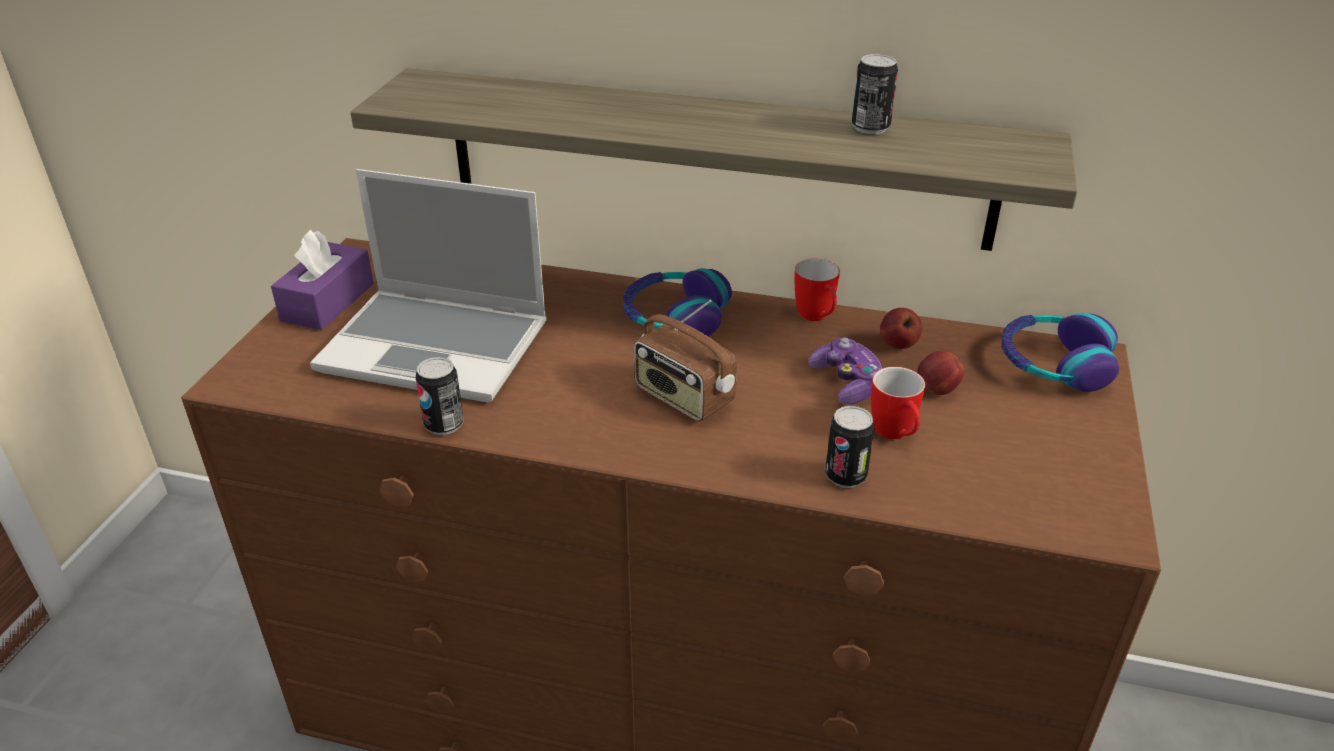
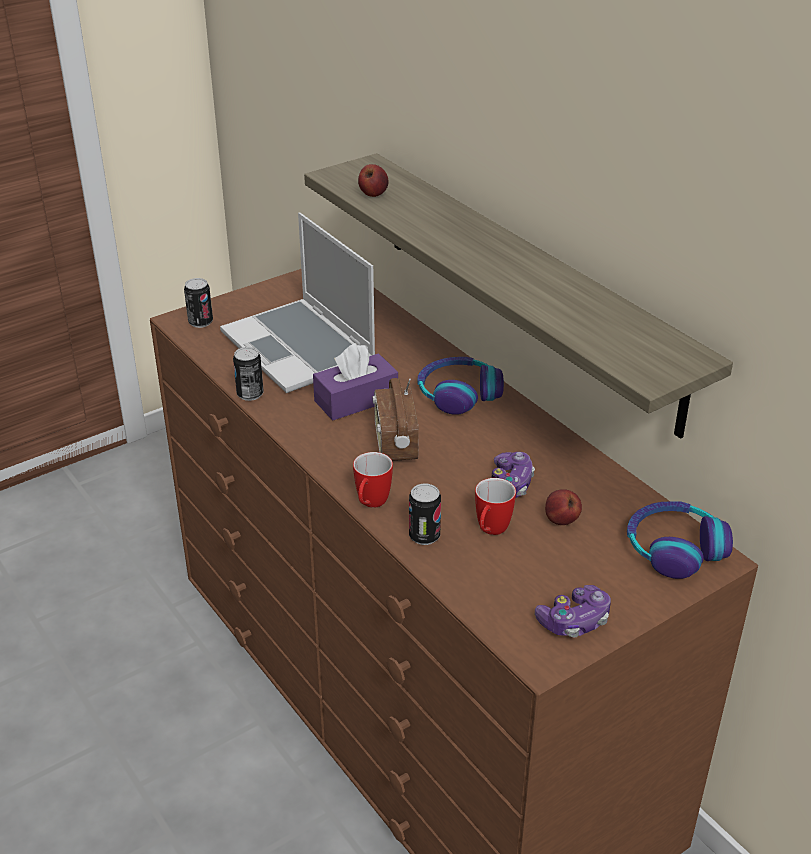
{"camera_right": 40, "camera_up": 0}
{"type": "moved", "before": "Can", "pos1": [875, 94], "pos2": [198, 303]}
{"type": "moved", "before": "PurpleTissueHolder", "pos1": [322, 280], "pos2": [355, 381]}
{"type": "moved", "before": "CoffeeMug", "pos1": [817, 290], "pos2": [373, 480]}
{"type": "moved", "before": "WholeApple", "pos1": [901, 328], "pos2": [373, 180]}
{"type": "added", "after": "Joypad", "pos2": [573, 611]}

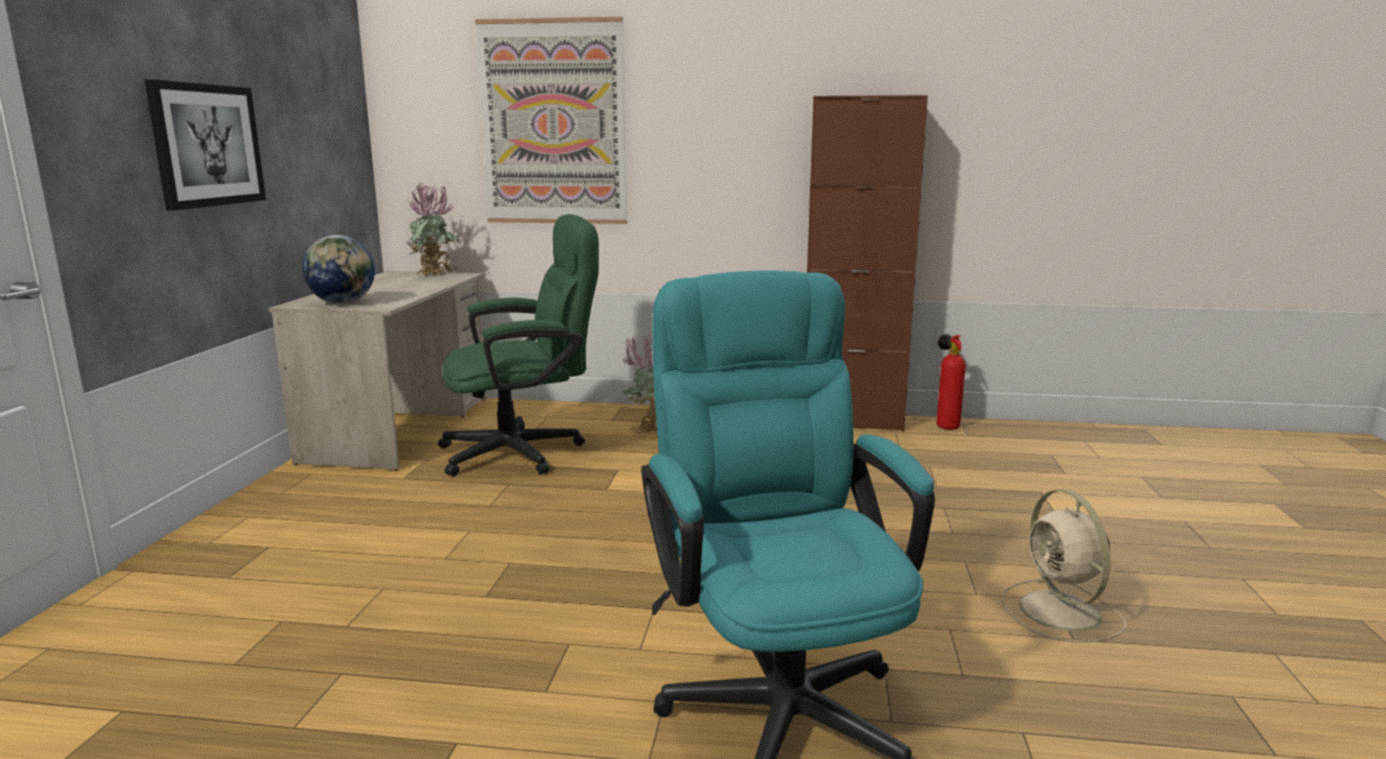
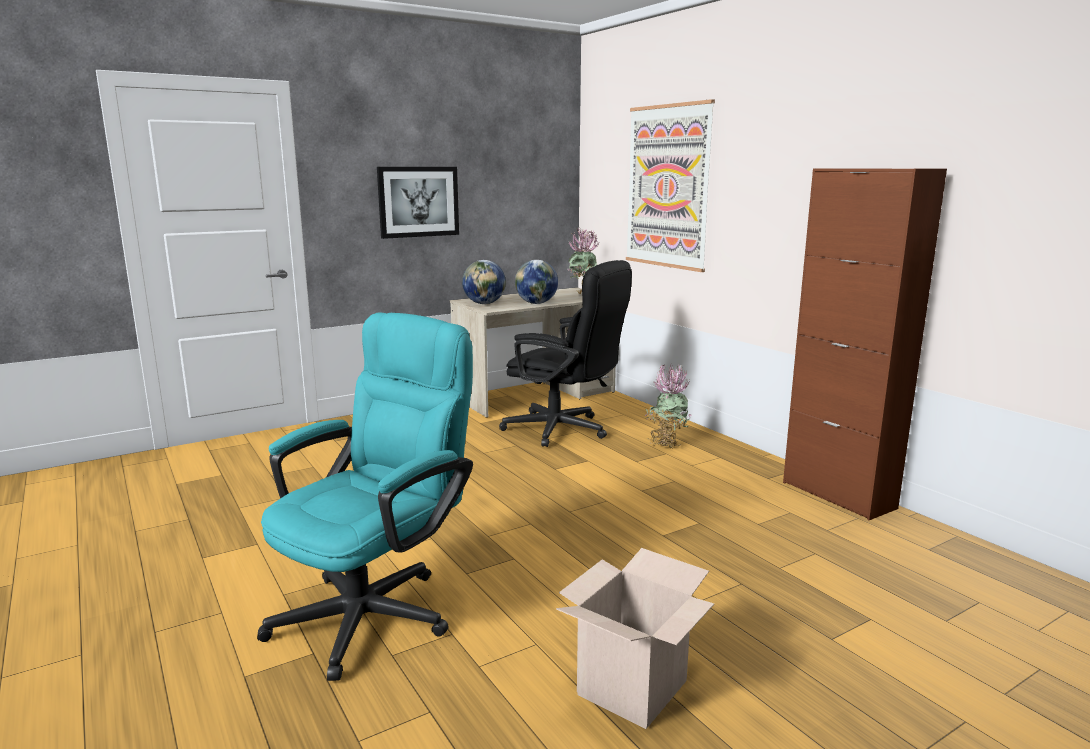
{"camera_right": 50, "camera_up": 0}
{"type": "recoloured", "before": "GreenishDeskChair", "after": "BlackDeskChair", "pos1": [518, 345], "pos2": [565, 353]}
{"type": "added", "after": "Globe", "pos2": [536, 282]}
{"type": "replaced", "before": "BeigeColouredElectricFan", "after": "PackingBox", "pos1": [1063, 566], "pos2": [635, 638]}
{"type": "removed", "before": "FireFightingCylinder", "pos1": [951, 382]}

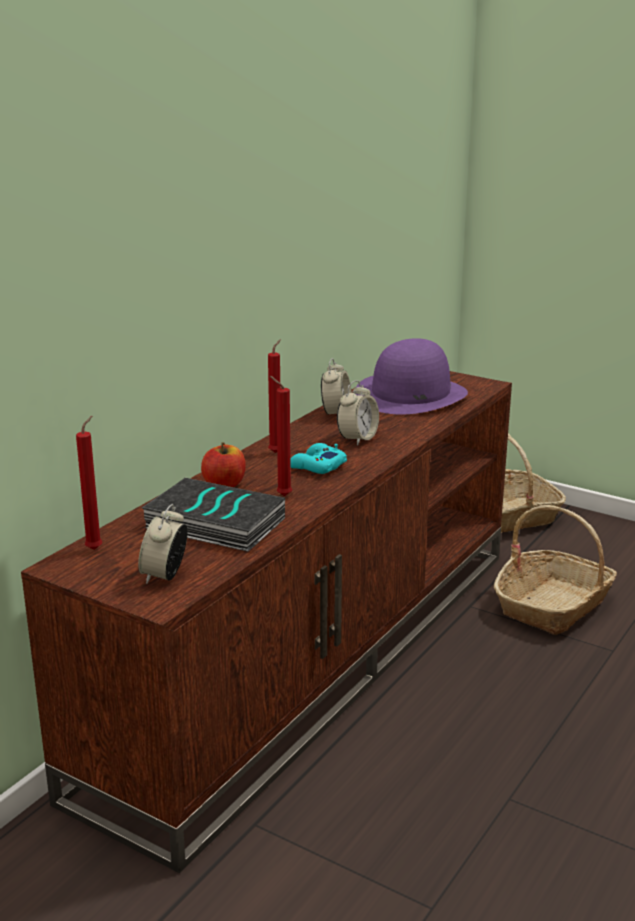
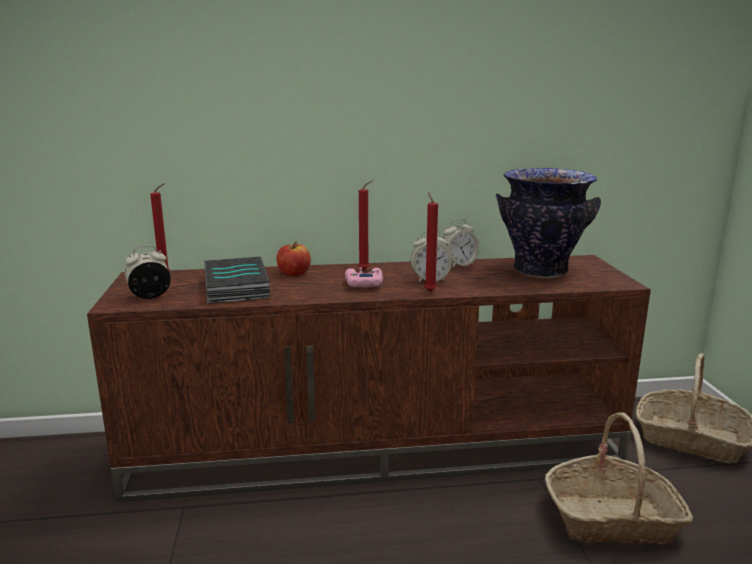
{"camera_right": 50, "camera_up": -5}
{"type": "recoloured", "before": "TurquoiseColouredJoypad", "after": "PinkJoypad", "pos1": [318, 458], "pos2": [364, 277]}
{"type": "moved", "before": "RedColouredWaxLight", "pos1": [281, 436], "pos2": [431, 241]}
{"type": "replaced", "before": "PurpleClothingHat", "after": "DecorativeVase", "pos1": [412, 376], "pos2": [548, 223]}

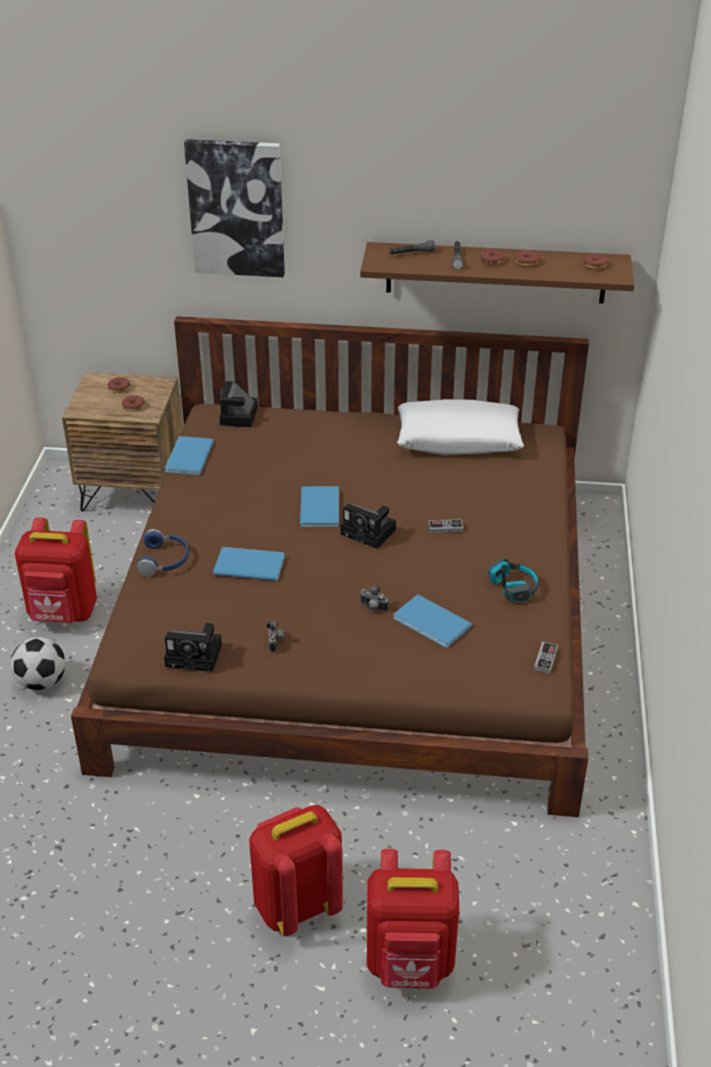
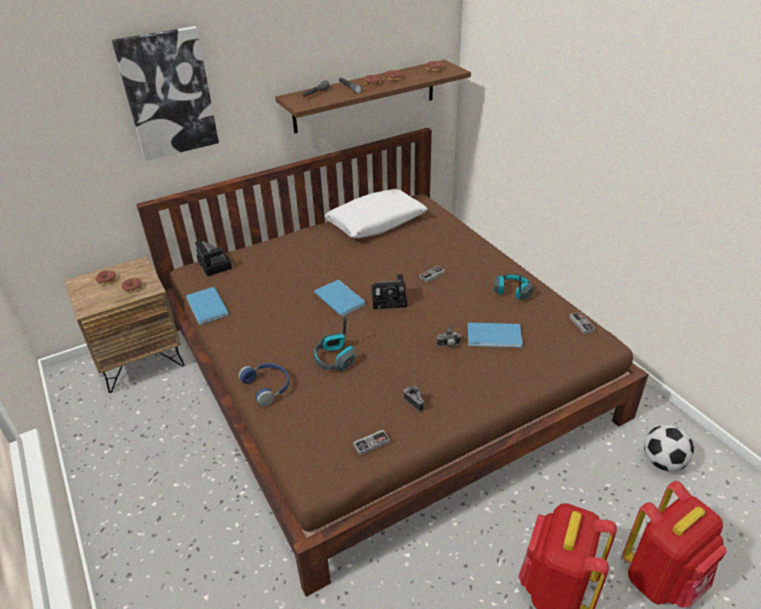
{"camera_right": -35, "camera_up": 0}
{"type": "replaced", "before": "BluishVolume", "after": "Headset", "pos1": [249, 564], "pos2": [334, 343]}
{"type": "replaced", "before": "PhotoCamera", "after": "Joypad", "pos1": [193, 647], "pos2": [371, 442]}
{"type": "moved", "before": "FootballBall", "pos1": [38, 663], "pos2": [669, 448]}
{"type": "removed", "before": "RedColouredRucksack", "pos1": [56, 570]}

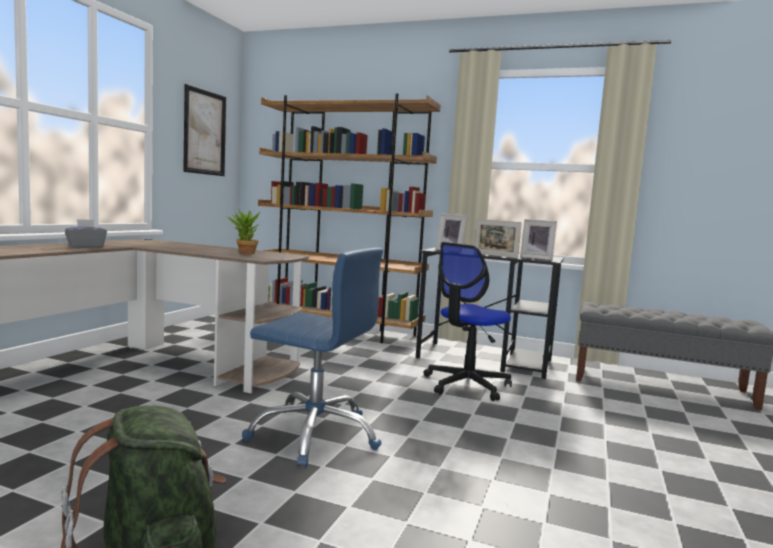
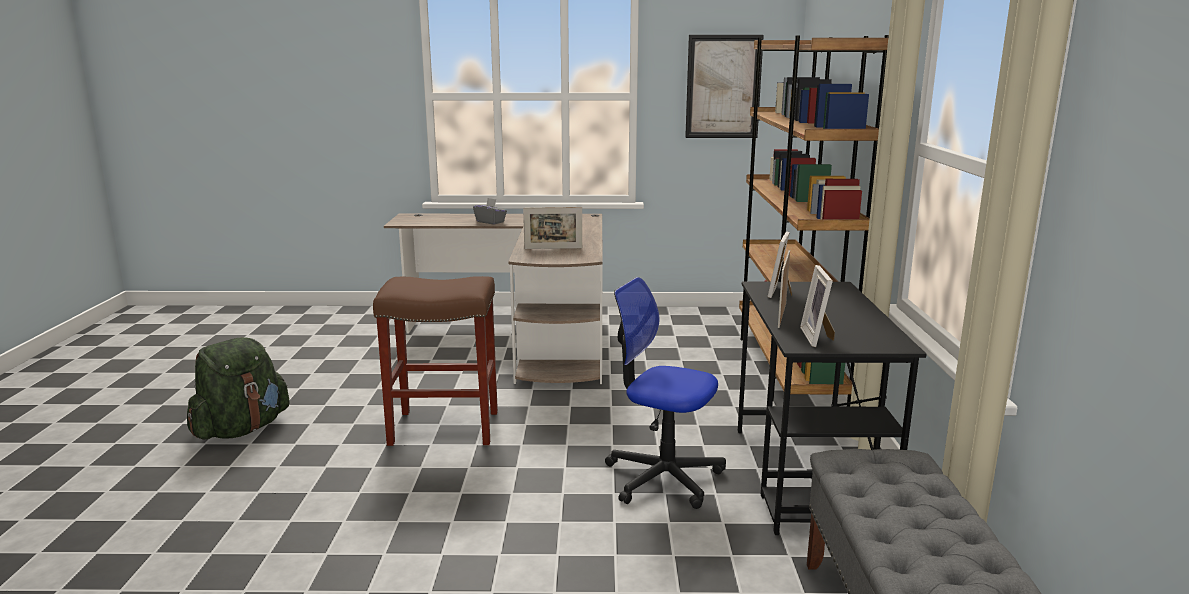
{"camera_right": 70, "camera_up": 10}
{"type": "replaced", "before": "BluishDeskChair", "after": "BrownishStoolSeat", "pos1": [312, 358], "pos2": [435, 361]}
{"type": "replaced", "before": "PlantInAPot", "after": "StandingFrame", "pos1": [244, 232], "pos2": [552, 228]}

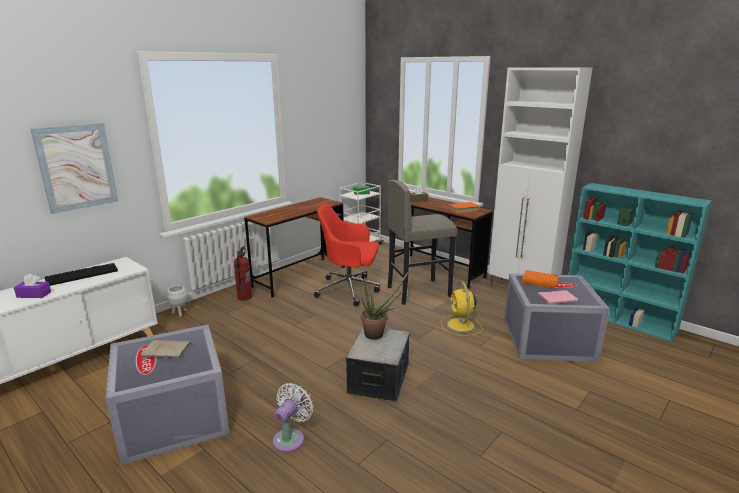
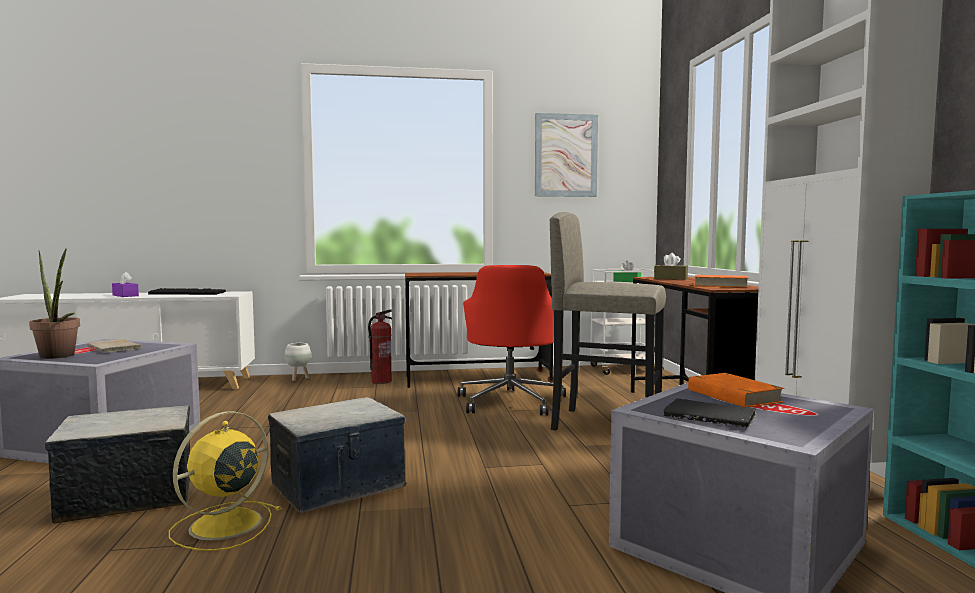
{"camera_right": 40, "camera_up": -15}
{"type": "moved", "before": "PlantInAPot", "pos1": [385, 305], "pos2": [54, 304]}
{"type": "replaced", "before": "WhiteColouredElectricFan", "after": "StorageBox", "pos1": [293, 418], "pos2": [117, 464]}
{"type": "moved", "before": "YellowElectricFan", "pos1": [461, 309], "pos2": [225, 481]}
{"type": "turned", "before": "RedColouredDeskChair", "pos1": [347, 255], "pos2": [512, 340], "turn": -135}
{"type": "moved", "before": "WallPicture", "pos1": [74, 168], "pos2": [566, 155]}
{"type": "recoloured", "before": "PinkVolume", "after": "BlackVolume", "pos1": [557, 297], "pos2": [710, 413]}

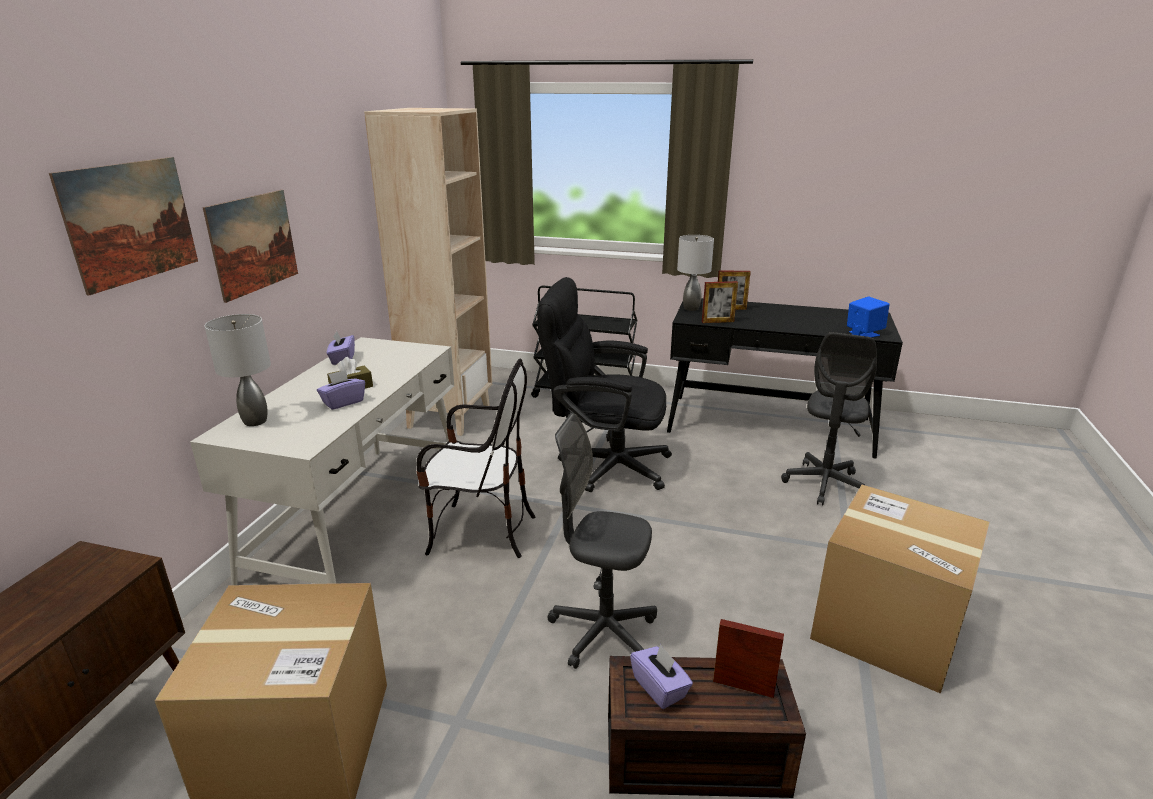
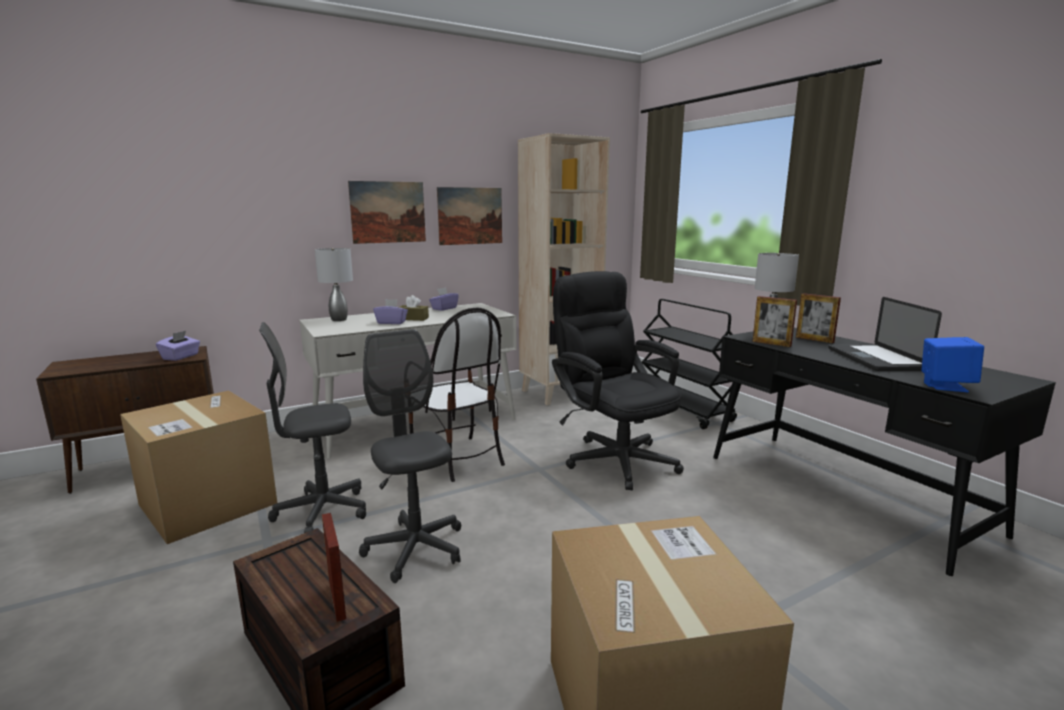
{"camera_right": 45, "camera_up": -10}
{"type": "moved", "before": "PurpleTissueHolder", "pos1": [661, 676], "pos2": [178, 346]}
{"type": "moved", "before": "GrayDeskChair", "pos1": [829, 418], "pos2": [312, 427]}
{"type": "moved", "before": "WallPicture", "pos1": [123, 226], "pos2": [469, 216]}
{"type": "added", "after": "NotebookComputer", "pos2": [885, 334]}

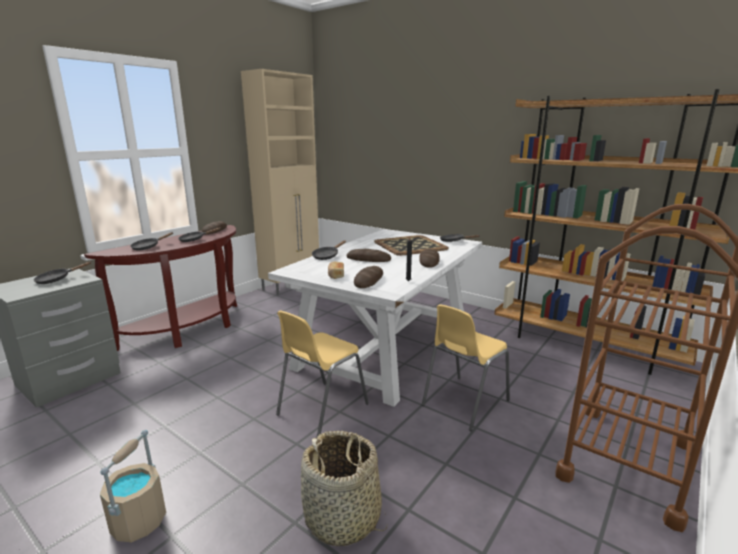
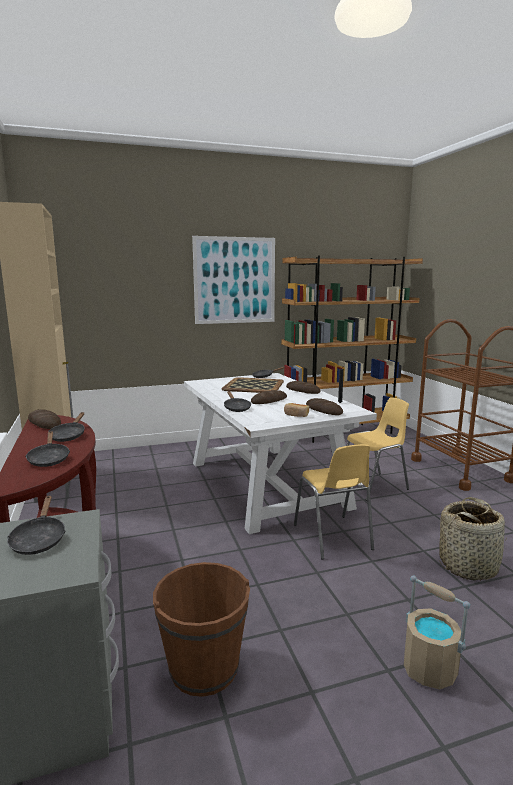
{"camera_right": -55, "camera_up": -5}
{"type": "added", "after": "BrownishPail", "pos2": [201, 629]}
{"type": "added", "after": "WallPicture", "pos2": [233, 280]}
{"type": "turned", "before": "YellowUprightChair", "pos1": [466, 367], "pos2": [377, 449], "turn": -105}

